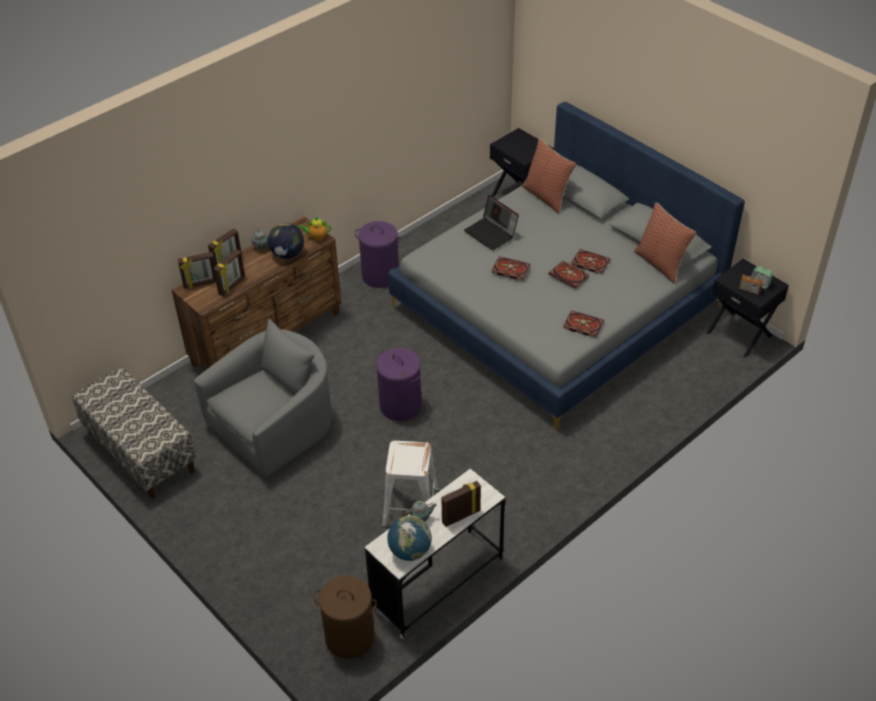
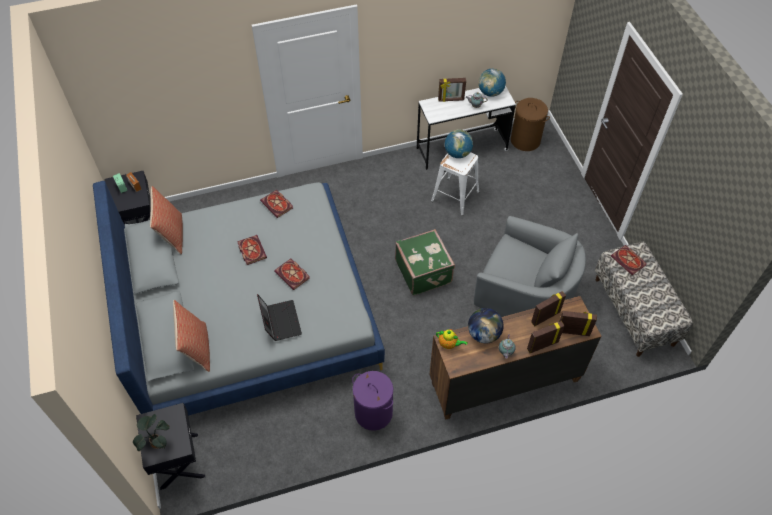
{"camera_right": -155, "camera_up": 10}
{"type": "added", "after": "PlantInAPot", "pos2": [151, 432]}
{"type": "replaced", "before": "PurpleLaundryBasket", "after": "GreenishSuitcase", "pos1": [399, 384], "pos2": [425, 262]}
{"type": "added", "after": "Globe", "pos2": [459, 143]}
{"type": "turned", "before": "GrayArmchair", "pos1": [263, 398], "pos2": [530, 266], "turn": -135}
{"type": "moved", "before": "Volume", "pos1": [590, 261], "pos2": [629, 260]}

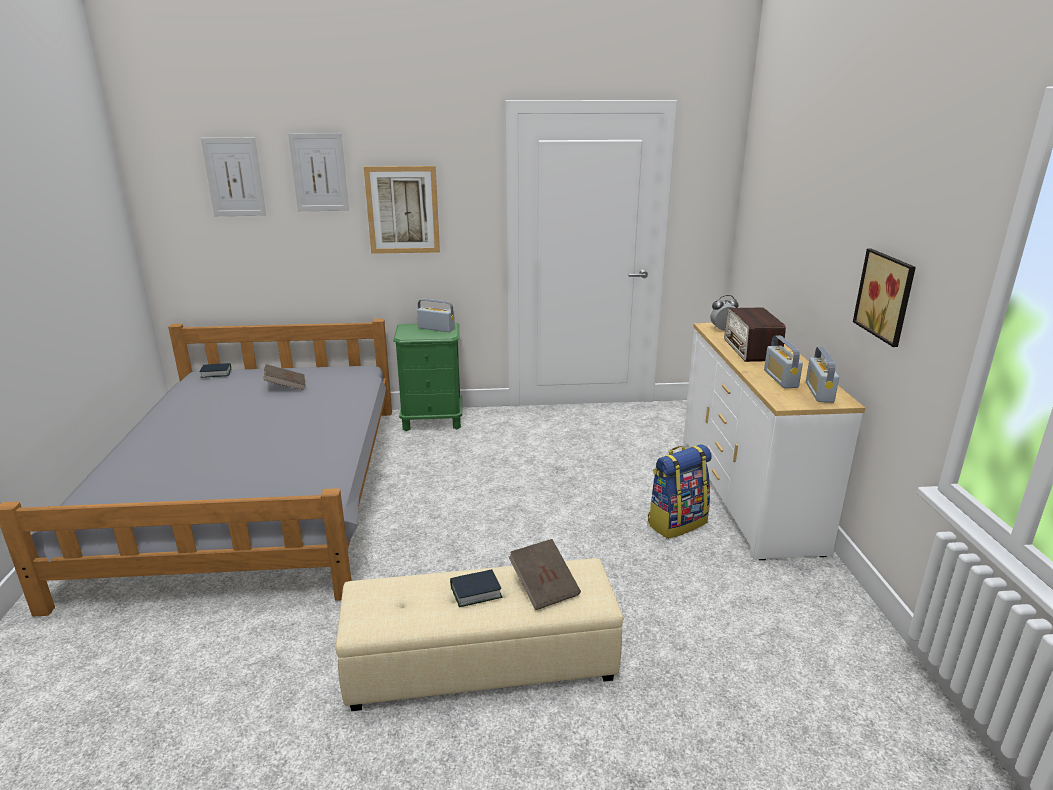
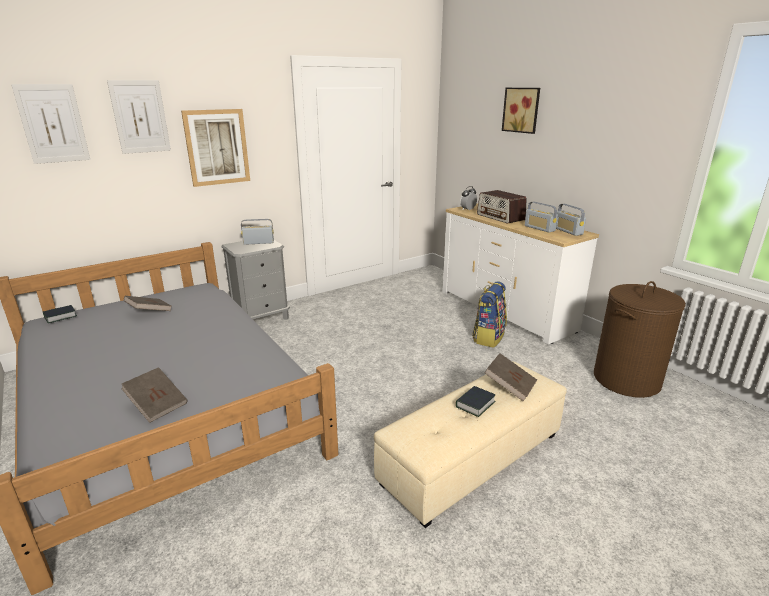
{"camera_right": -30, "camera_up": 0}
{"type": "added", "after": "BrownishVolume", "pos2": [154, 395]}
{"type": "recoloured", "before": "GreenishNightTable", "after": "GrayNightTable", "pos1": [427, 377], "pos2": [255, 280]}
{"type": "moved", "before": "WallPicture", "pos1": [884, 298], "pos2": [521, 111]}
{"type": "added", "after": "BrownishLaundryBasket", "pos2": [640, 339]}

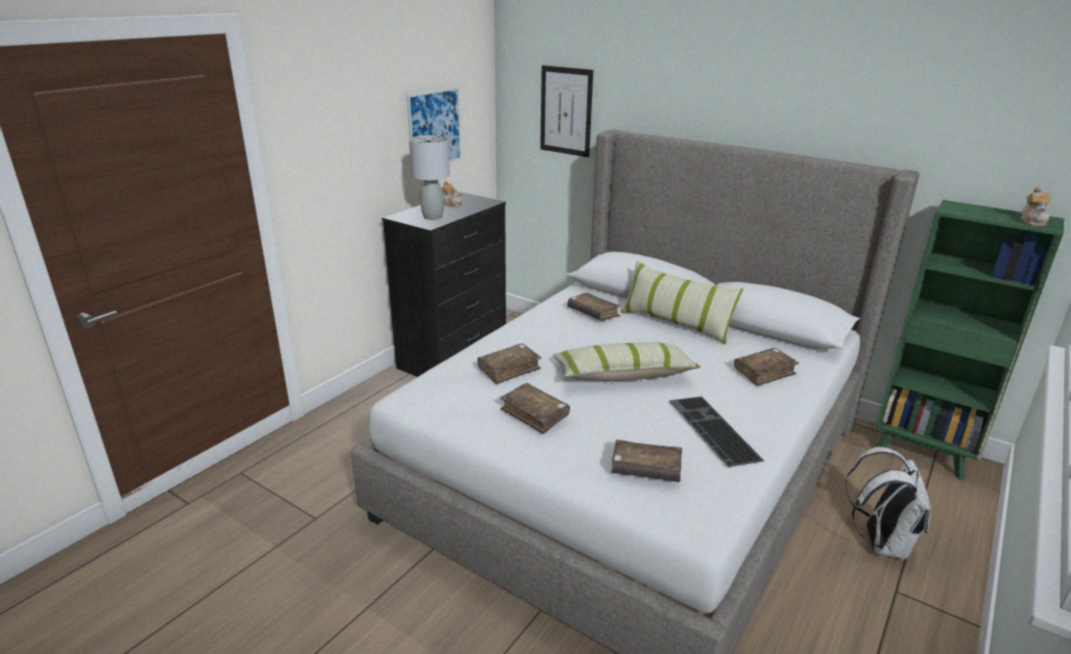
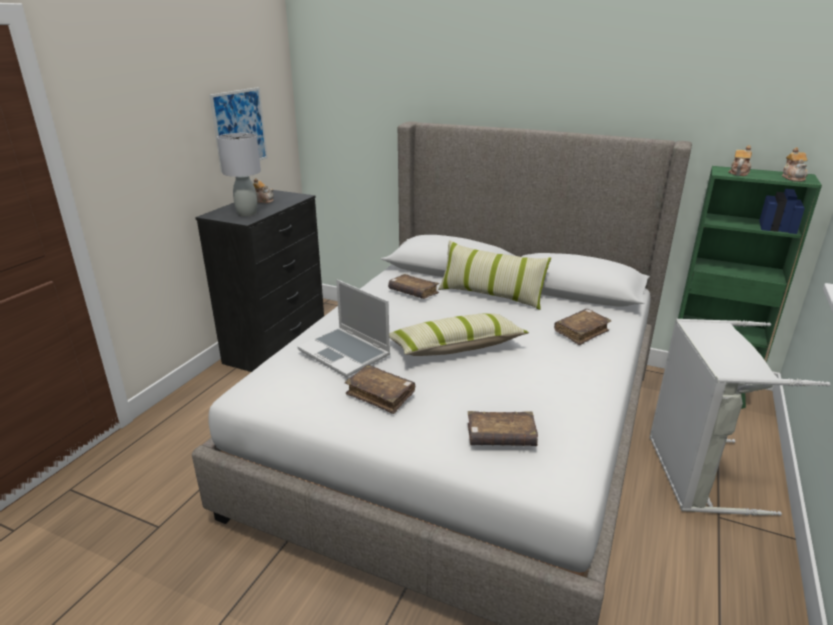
{"camera_right": -10, "camera_up": 0}
{"type": "replaced", "before": "BrownishVolume", "after": "NotebookComputer", "pos1": [509, 364], "pos2": [343, 328]}
{"type": "replaced", "before": "WhiteColouredRucksack", "after": "GrayLaundryBasket", "pos1": [888, 503], "pos2": [740, 417]}
{"type": "added", "after": "PotForTea", "pos2": [740, 160]}
{"type": "removed", "before": "WallPicture", "pos1": [566, 111]}
{"type": "removed", "before": "PcKeyboard", "pos1": [716, 432]}

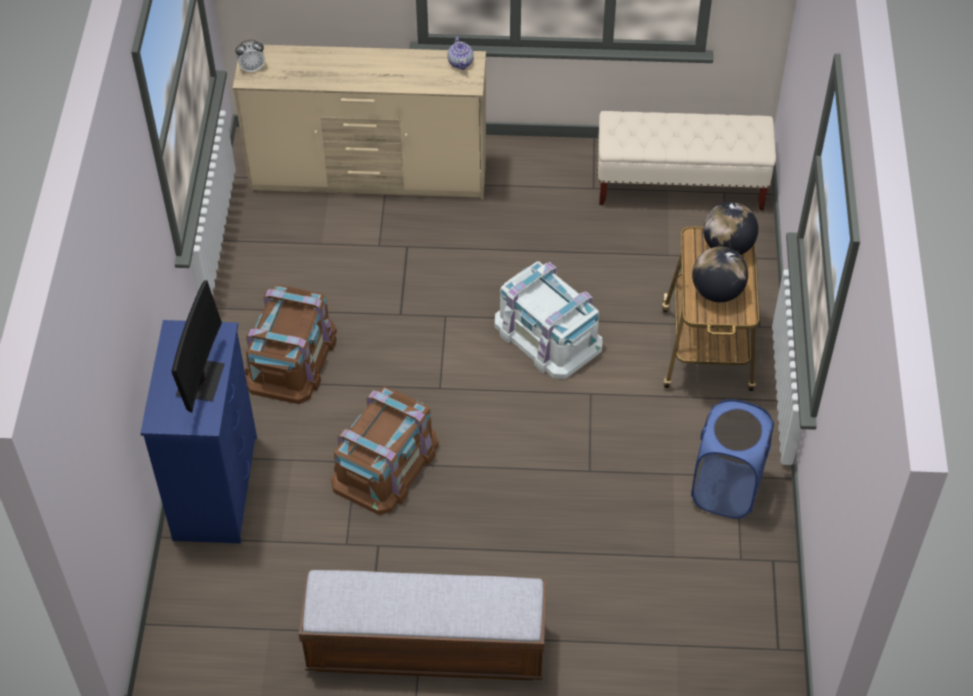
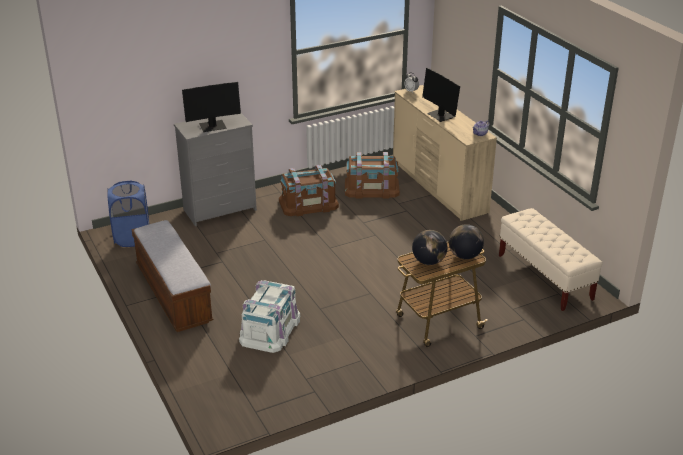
{"camera_right": 60, "camera_up": -20}
{"type": "moved", "before": "BluishLaundryBasket", "pos1": [732, 459], "pos2": [128, 214]}
{"type": "recoloured", "before": "BluishChestOfDrawers", "after": "GrayChestOfDrawers", "pos1": [198, 432], "pos2": [215, 169]}
{"type": "moved", "before": "WhiteColouredStorageBox", "pos1": [548, 320], "pos2": [269, 316]}
{"type": "moved", "before": "BrownishStorageBox", "pos1": [385, 451], "pos2": [372, 175]}
{"type": "added", "after": "ComputerScreen", "pos2": [441, 95]}

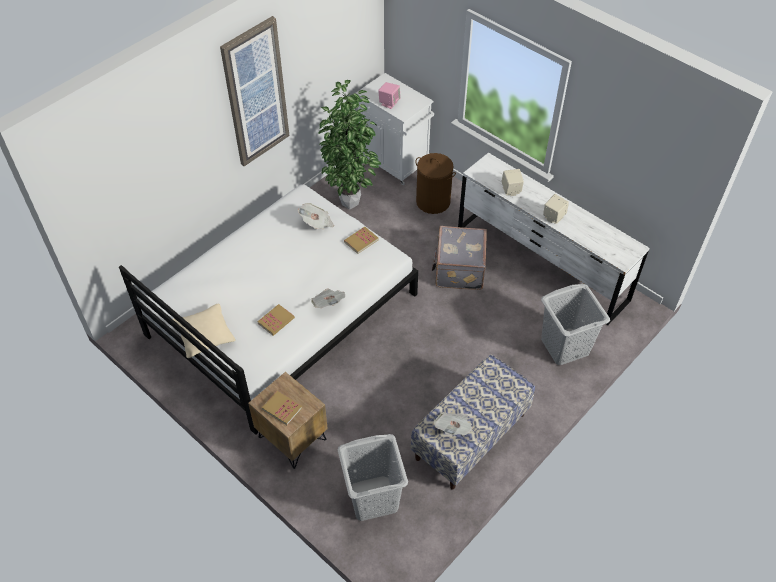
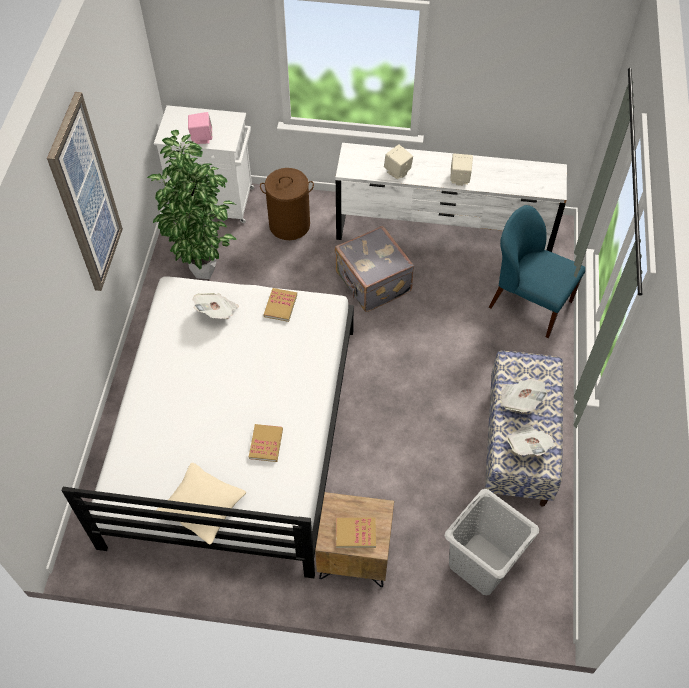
{"camera_right": -35, "camera_up": 5}
{"type": "replaced", "before": "GrayLaundryBasket", "after": "BluishUprightChair", "pos1": [575, 324], "pos2": [537, 271]}
{"type": "moved", "before": "Newspaper", "pos1": [328, 298], "pos2": [524, 395]}

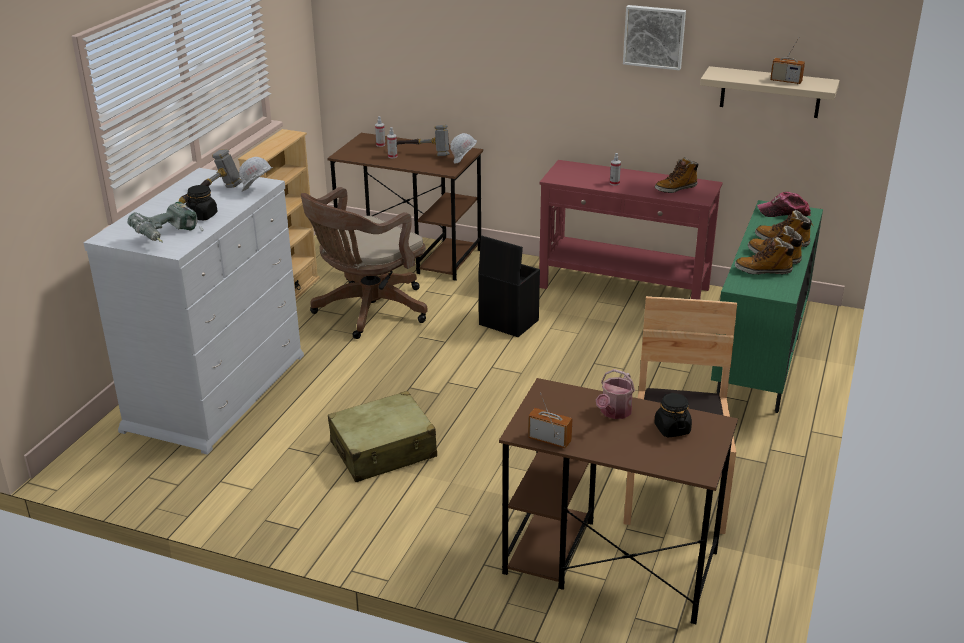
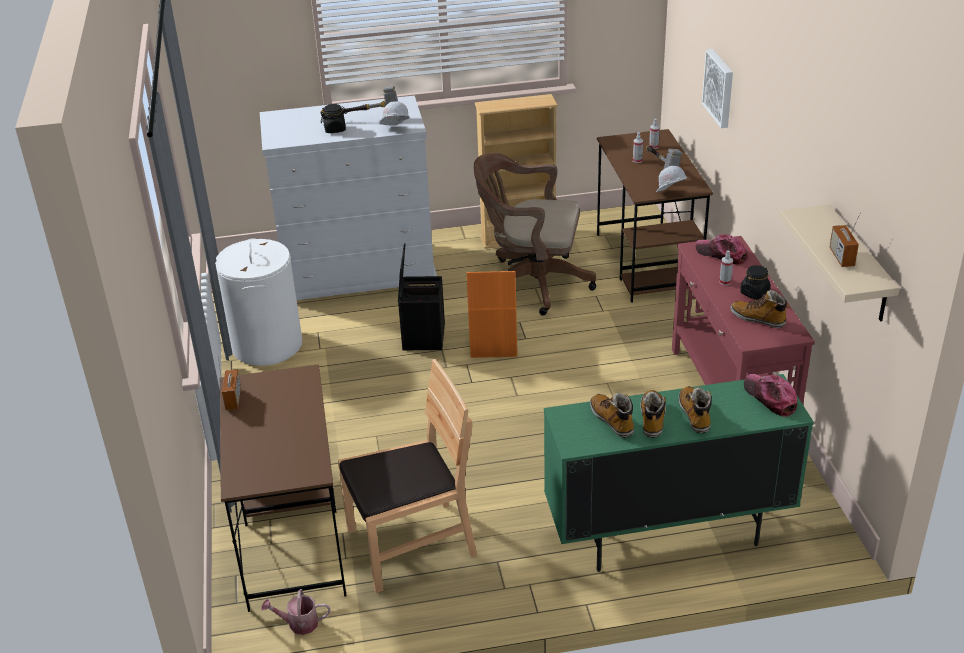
{"camera_right": 60, "camera_up": 5}
{"type": "added", "after": "WhiteColouredLaundryBasket", "pos2": [258, 302]}
{"type": "moved", "before": "WateringCan", "pos1": [615, 394], "pos2": [295, 612]}
{"type": "moved", "before": "BlackStorageBox", "pos1": [509, 286], "pos2": [421, 297]}
{"type": "added", "after": "OrangeStorageBox", "pos2": [492, 314]}
{"type": "added", "after": "Cap", "pos2": [721, 249]}
{"type": "moved", "before": "WallPicture", "pos1": [654, 37], "pos2": [717, 88]}
{"type": "moved", "before": "BlackPreserveJar", "pos1": [673, 415], "pos2": [755, 282]}
{"type": "removed", "before": "PowerDrill", "pos1": [166, 222]}
{"type": "removed", "before": "BeigeColouredSuitcase", "pos1": [382, 436]}

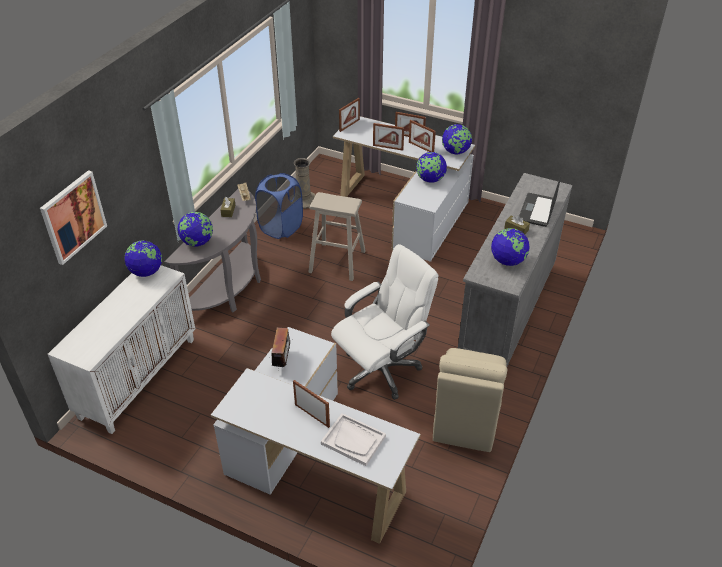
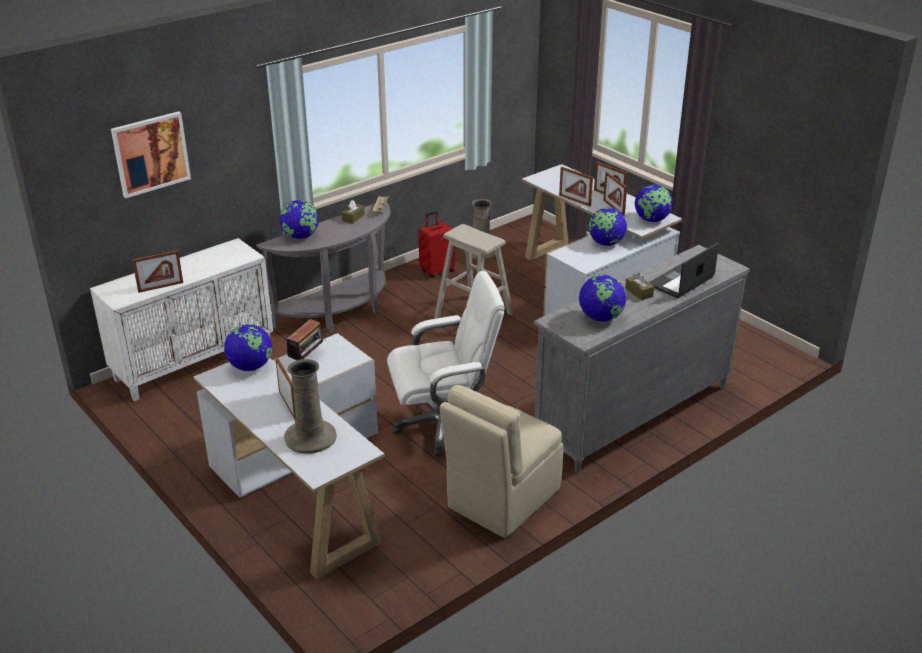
{"camera_right": 25, "camera_up": -10}
{"type": "moved", "before": "StandingFrame", "pos1": [349, 115], "pos2": [157, 271]}
{"type": "moved", "before": "Globe", "pos1": [143, 258], "pos2": [248, 347]}
{"type": "replaced", "before": "WhiteColouredCarryingTray", "after": "BeigeColouredDecorativeVase", "pos1": [353, 439], "pos2": [310, 406]}
{"type": "replaced", "before": "BluishLaundryBasket", "after": "RedColouredSuitcase", "pos1": [279, 206], "pos2": [436, 244]}

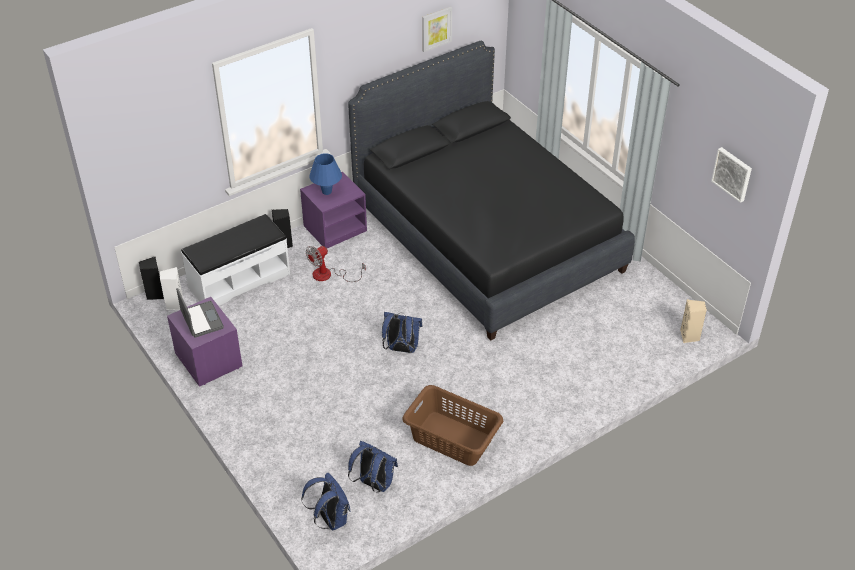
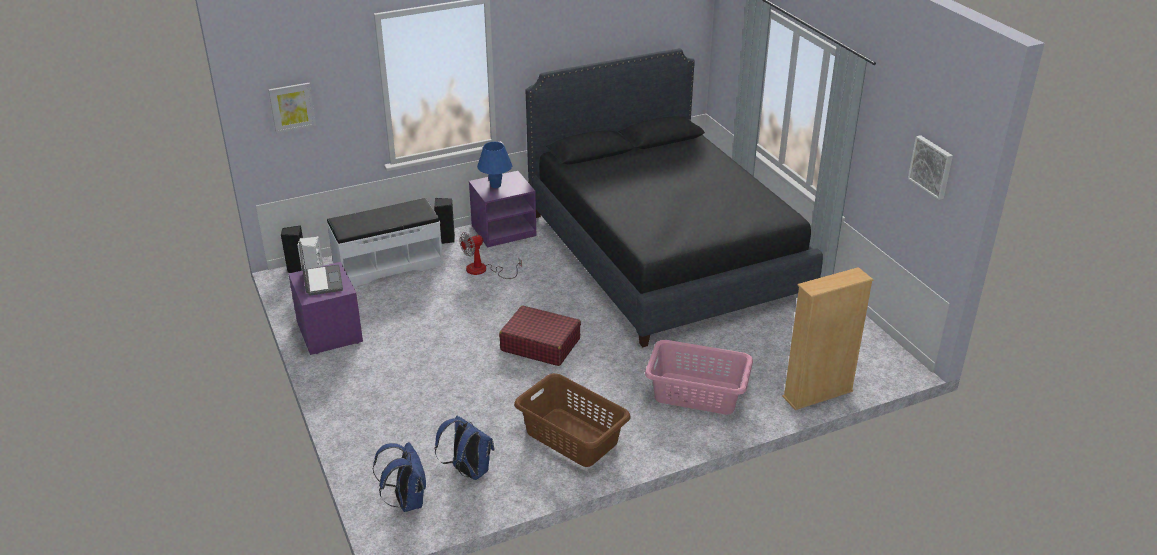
{"camera_right": 10, "camera_up": -10}
{"type": "moved", "before": "WallPicture", "pos1": [437, 29], "pos2": [292, 108]}
{"type": "replaced", "before": "BluishRucksack", "after": "RedColouredSuitcase", "pos1": [402, 332], "pos2": [540, 336]}
{"type": "added", "after": "PinkLaundryBasket", "pos2": [699, 377]}
{"type": "added", "after": "BeigeColouredBookcase", "pos2": [828, 338]}
{"type": "removed", "before": "BeigeColouredSpeaker", "pos1": [693, 321]}

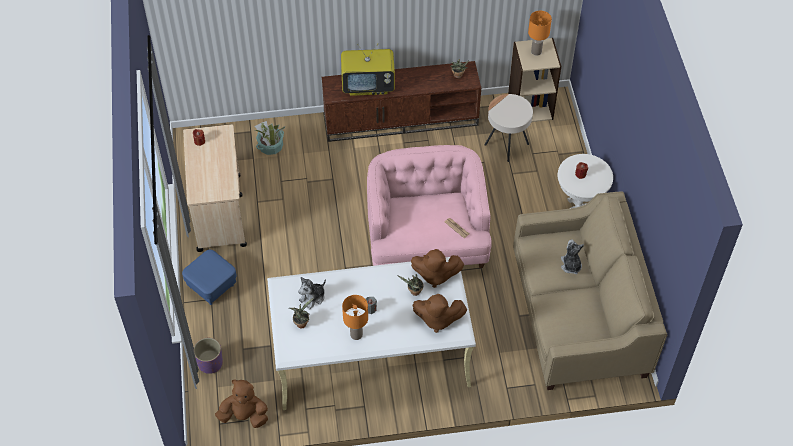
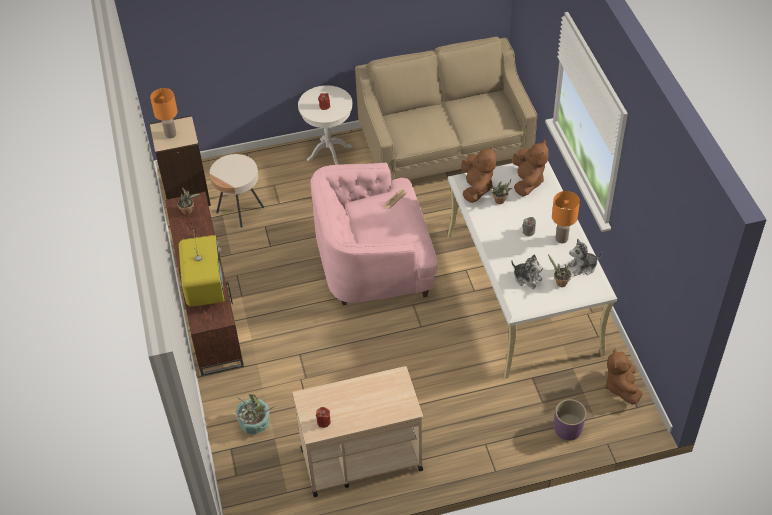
{"camera_right": -95, "camera_up": -5}
{"type": "moved", "before": "SoftToy", "pos1": [572, 256], "pos2": [585, 257]}
{"type": "removed", "before": "BluishFootrest", "pos1": [209, 277]}

